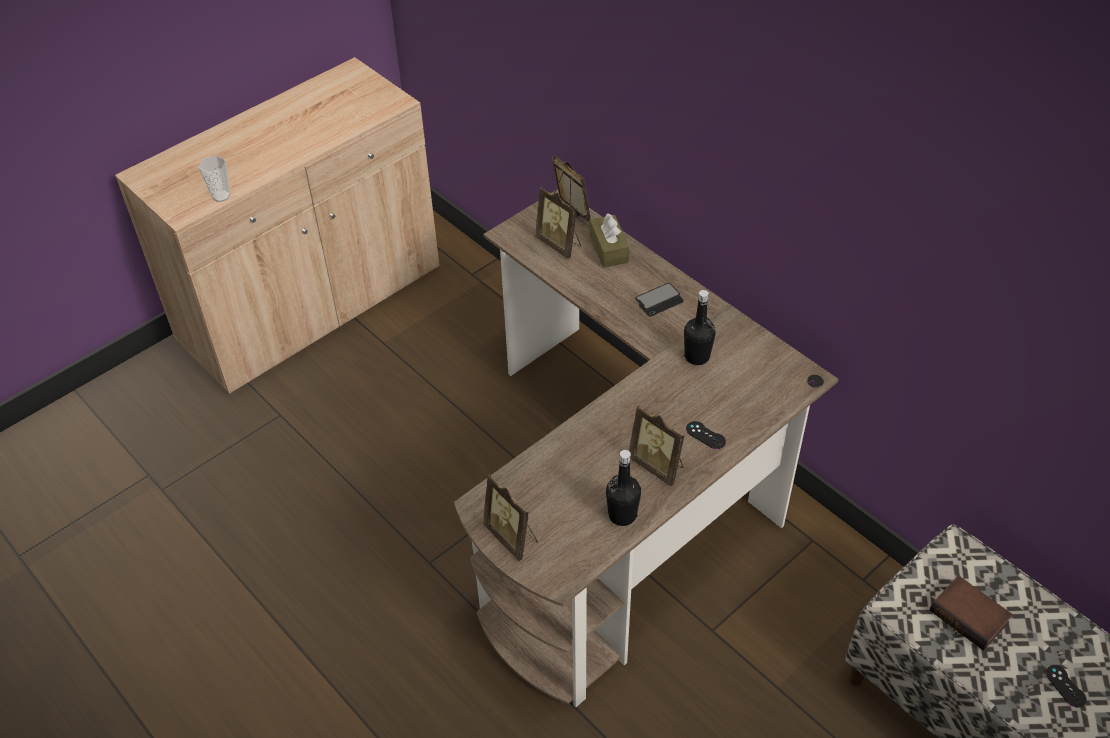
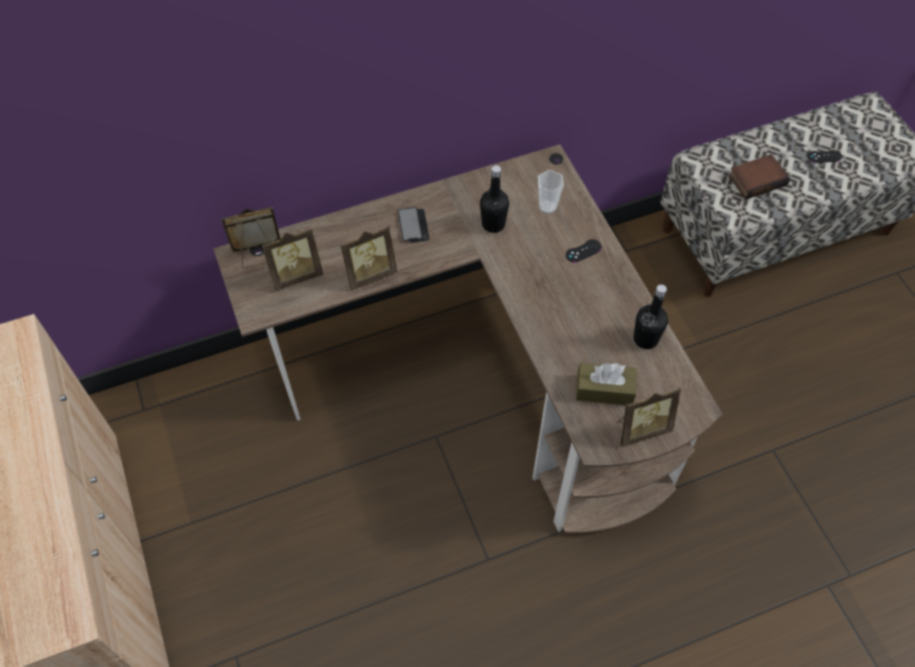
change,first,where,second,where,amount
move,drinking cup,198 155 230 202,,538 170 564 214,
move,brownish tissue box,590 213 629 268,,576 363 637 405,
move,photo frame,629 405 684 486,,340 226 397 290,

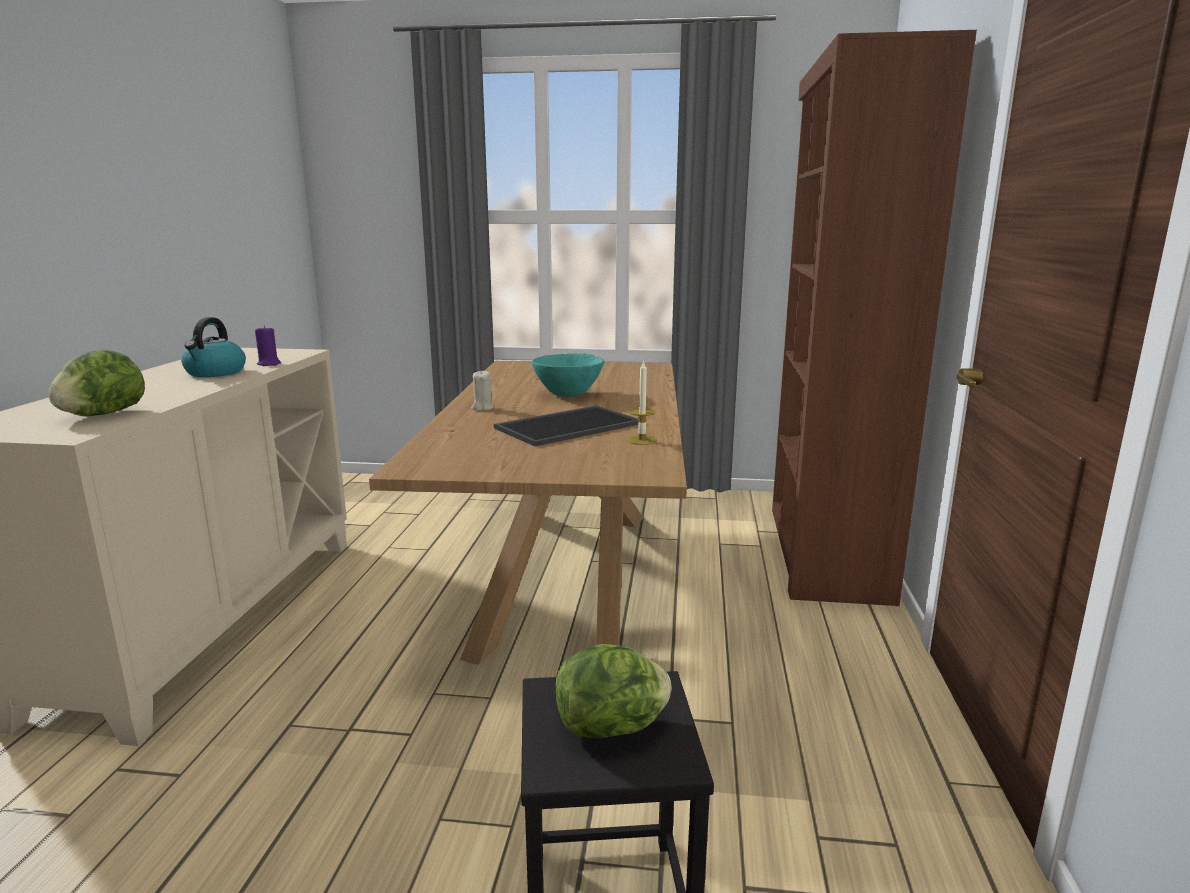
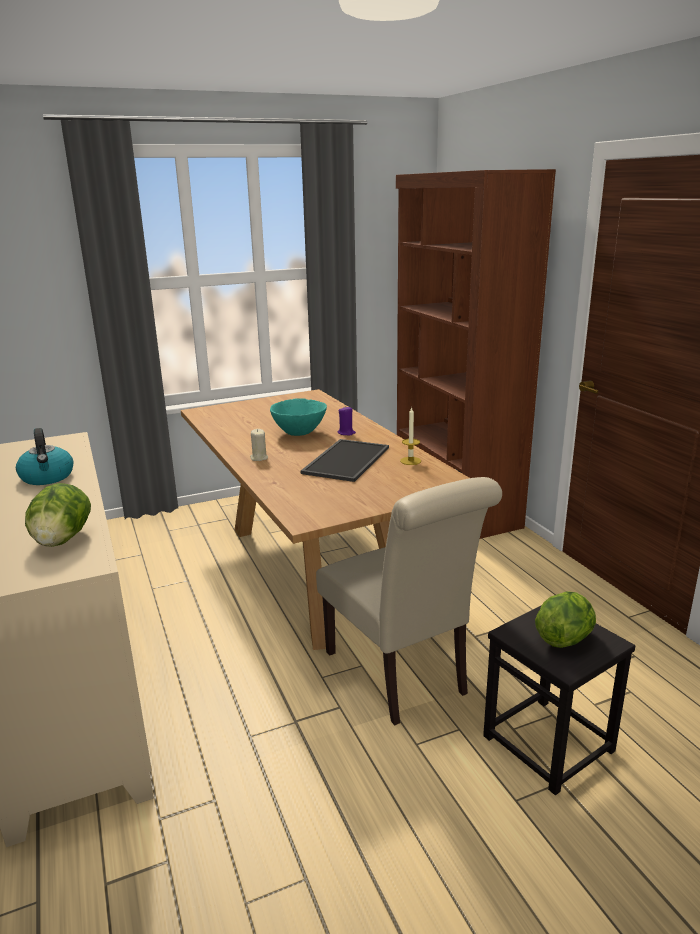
change,first,where,second,where,amount
move,purple wax light,255 325 281 366,,338 406 356 435,
insert,,,sand-coloured upright chair,316 477 502 726,

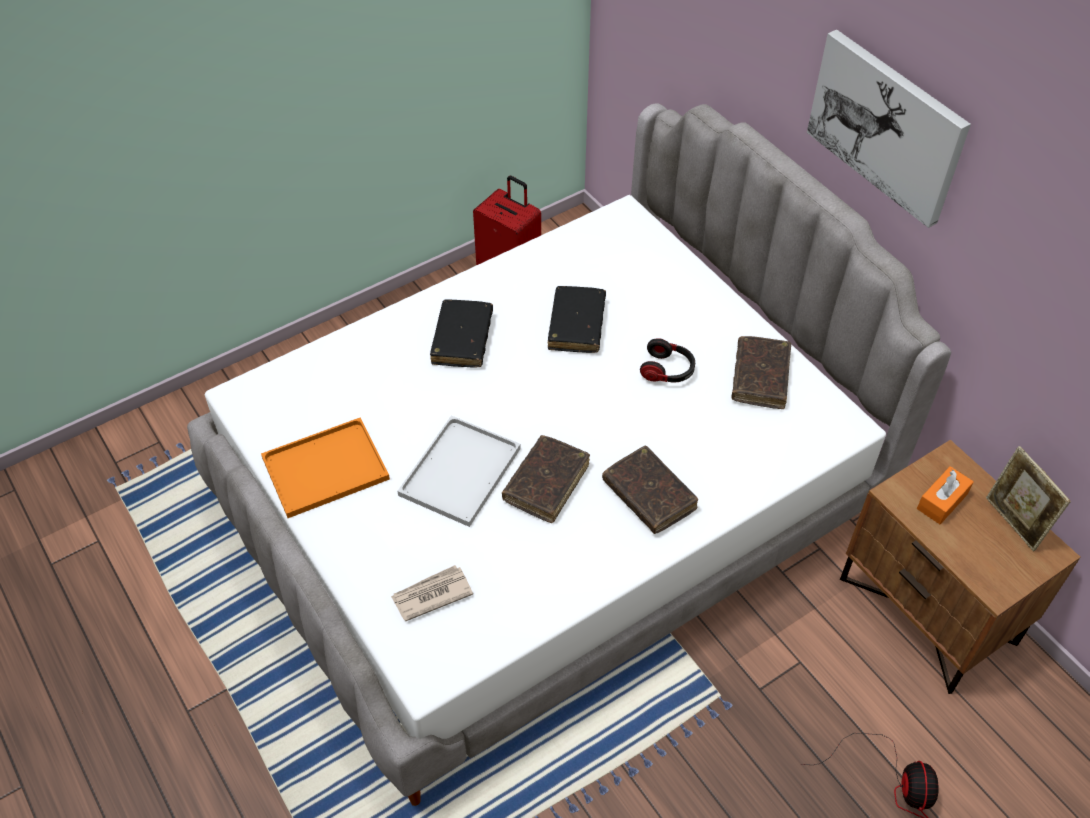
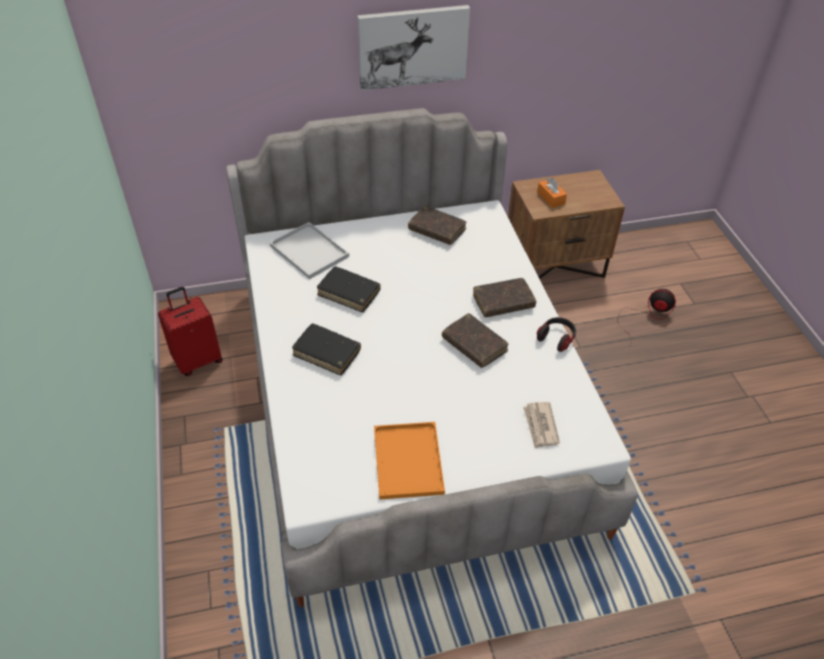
change,first,where,second,where,amount
move,headset,640 338 695 382,,537 317 576 352,
move,white tray,397 416 521 527,,269 222 349 279,
delete,photo frame,986 446 1071 552,,,

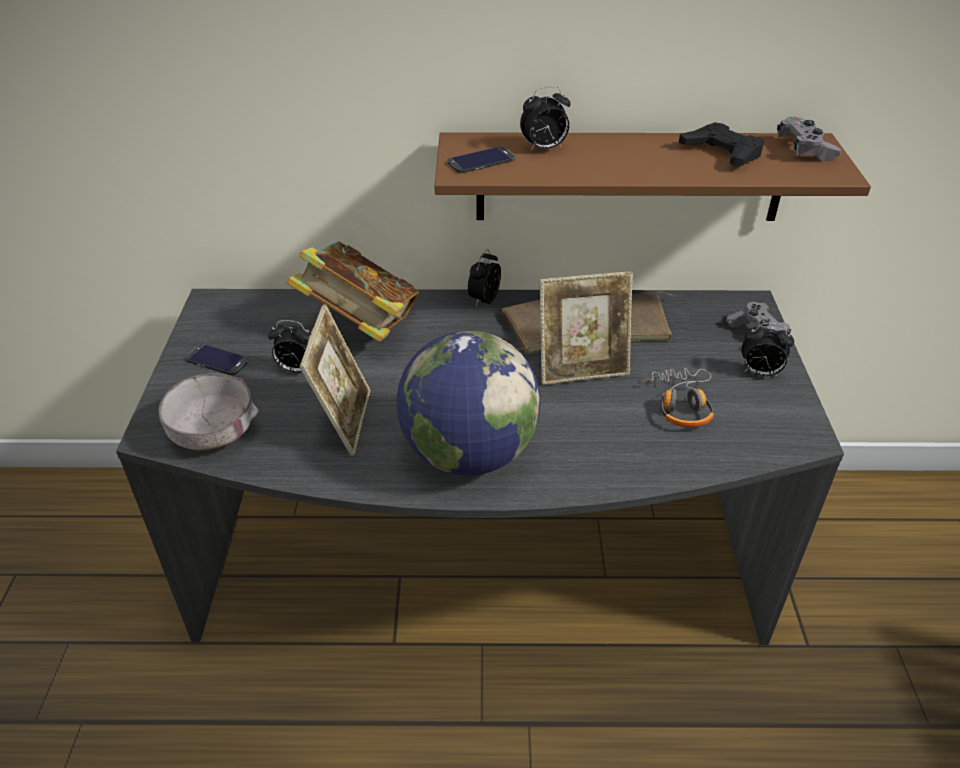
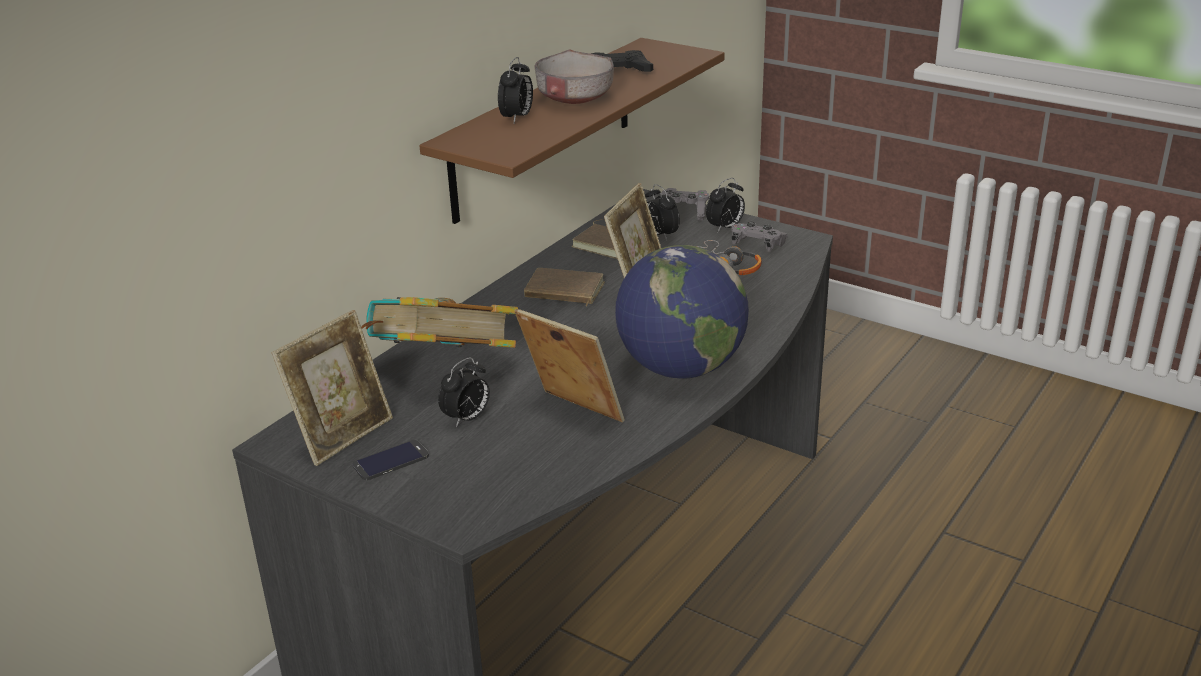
change,first,where,second,where,amount
move,grey gamepad,777 117 841 162,,731 221 788 251,
delete,handset,447 147 515 173,,,
move,bedside clock,468 249 501 307,,645 184 680 240,
move,grey deep dish,158 373 258 450,,535 50 614 104,
insert,,,photo frame,272 310 393 466,

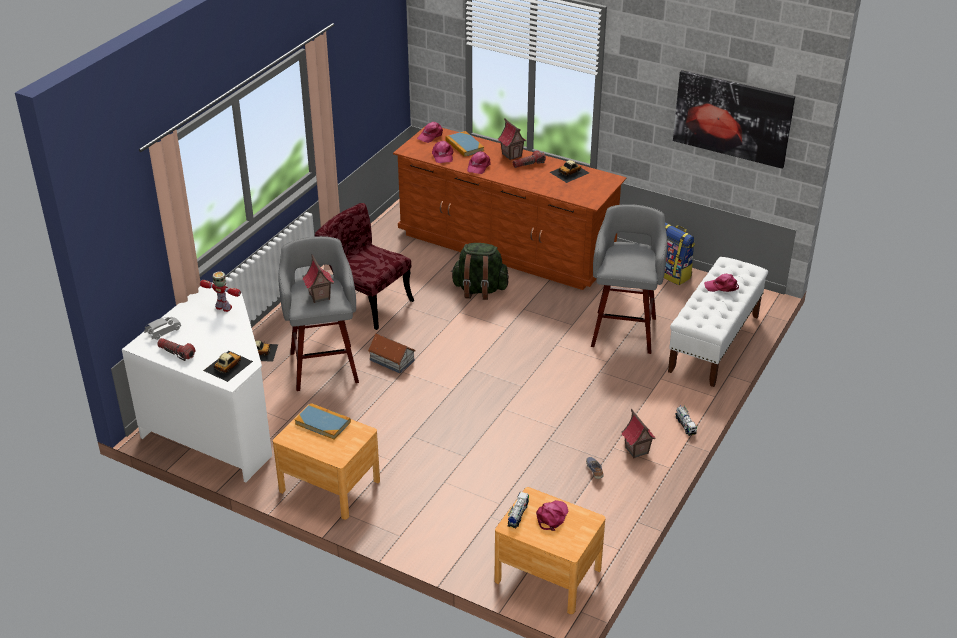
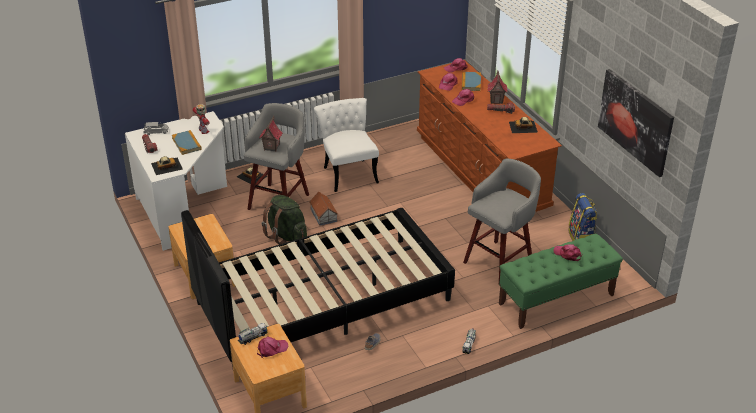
change,first,where,second,where,amount
recolor,red upright chair,315 203 414 330,white upright chair,314 98 379 192,
move,green rucksack,451 243 509 300,,262 195 307 244,
recolor,white indoor bench,668 257 768 387,green indoor bench,499 234 623 329,
move,volume,295 403 351 440,,172 130 202 155,
delete,toy house,622 409 656 458,,,
insert,,,black bedroom bed,181 208 455 368,

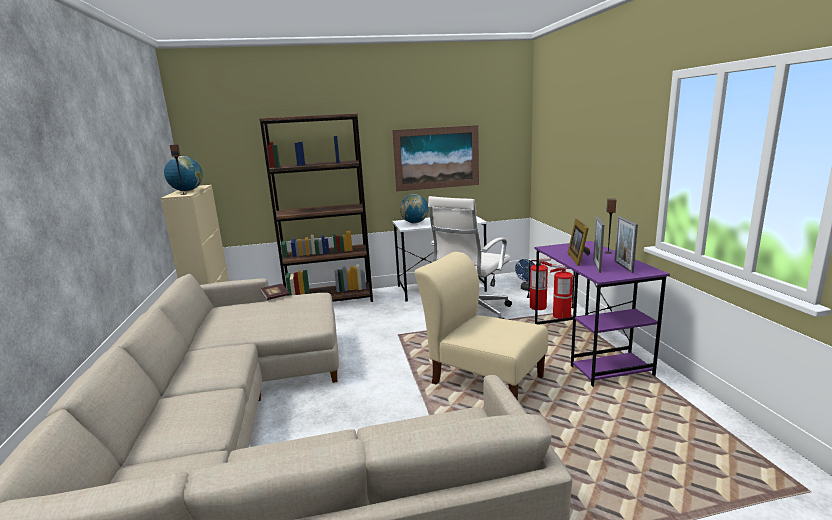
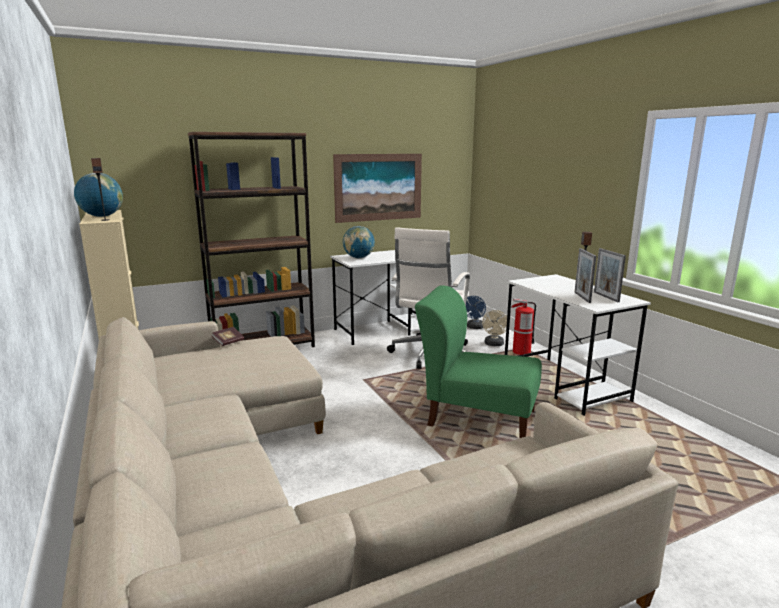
change,first,where,second,where,amount
delete,photo frame,567 218 590 266,,,
recolor,purple desk table,535 241 670 387,white desk table,505 274 651 416,
recolor,sand-coloured upright chair,414 252 548 400,green upright chair,415 285 542 438,
replace,fire extinguisher,527 258 552 310,sand-coloured electric fan,482 310 507 346,

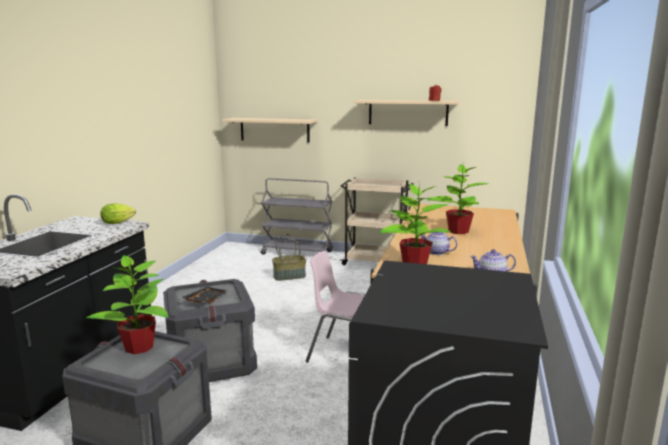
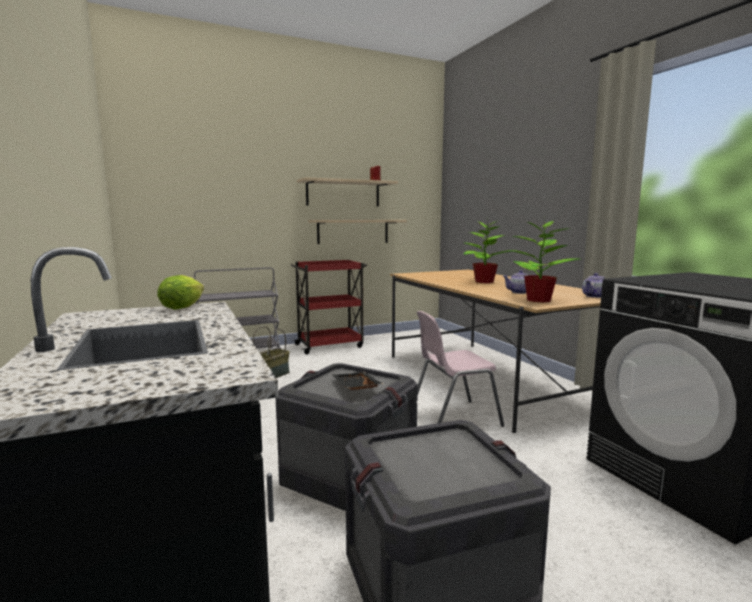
change,first,where,second,where,amount
move,sand-coloured wall shelf,222 118 317 143,,308 220 407 244,
recolor,sand-coloured wheeled cart,340 177 414 265,red wheeled cart,291 260 367 354,
delete,houseplant,86 255 168 354,,,

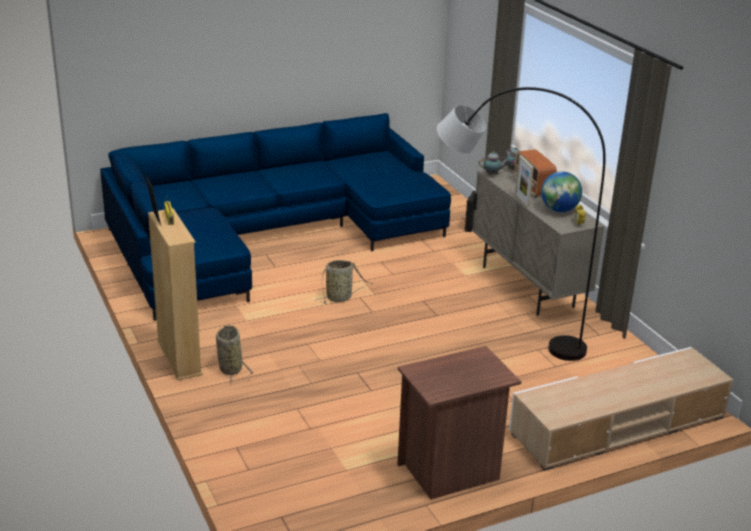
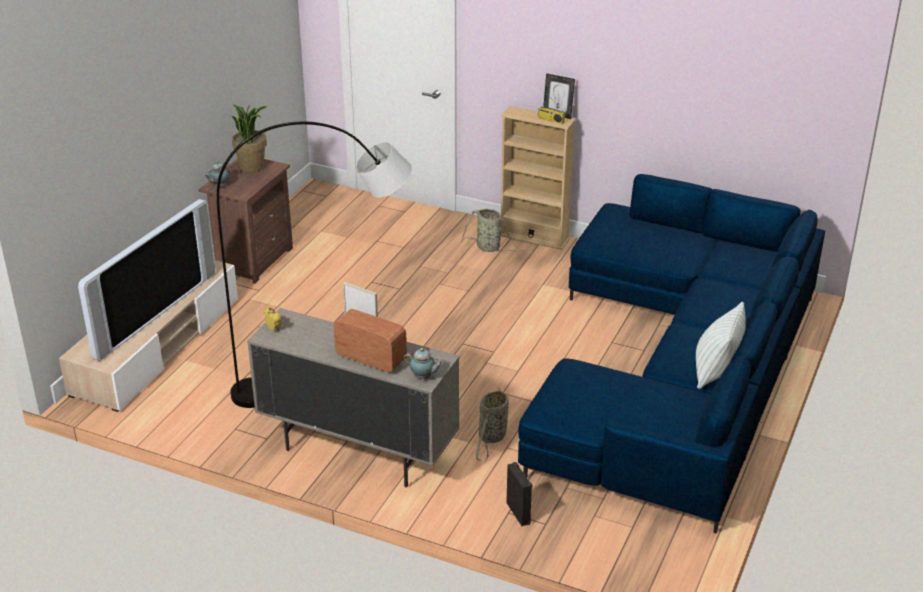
change,first,where,second,where,amount
move,pot for tea,479 151 508 175,,204 161 232 186,
delete,globe,541 171 582 212,,,
move,household basket,316 260 373 304,,476 387 509 461,
insert,,,houseplant,231 104 268 173,
insert,,,television,78 199 215 361,
insert,,,throw pillow,696 302 746 389,

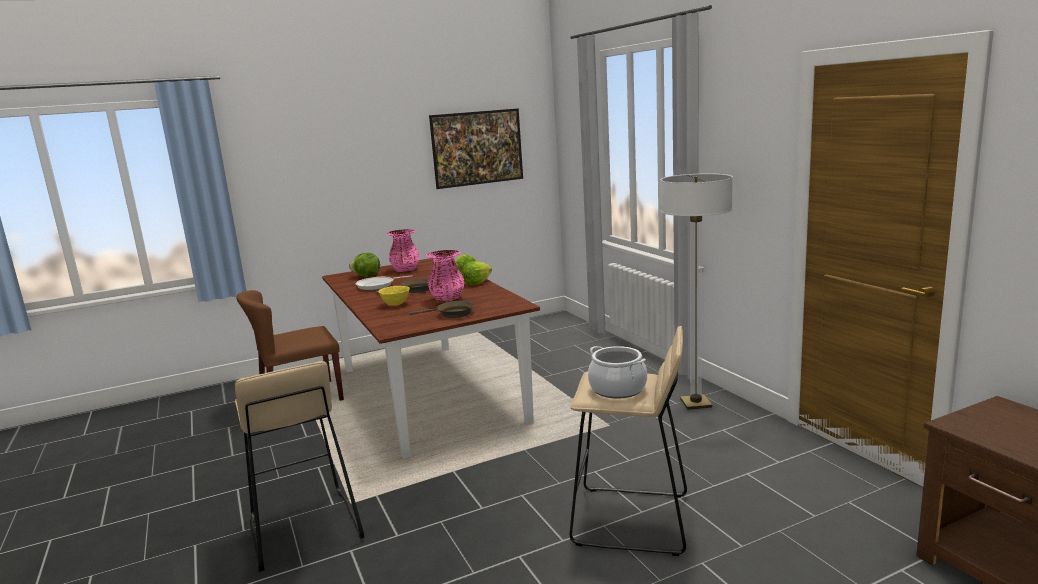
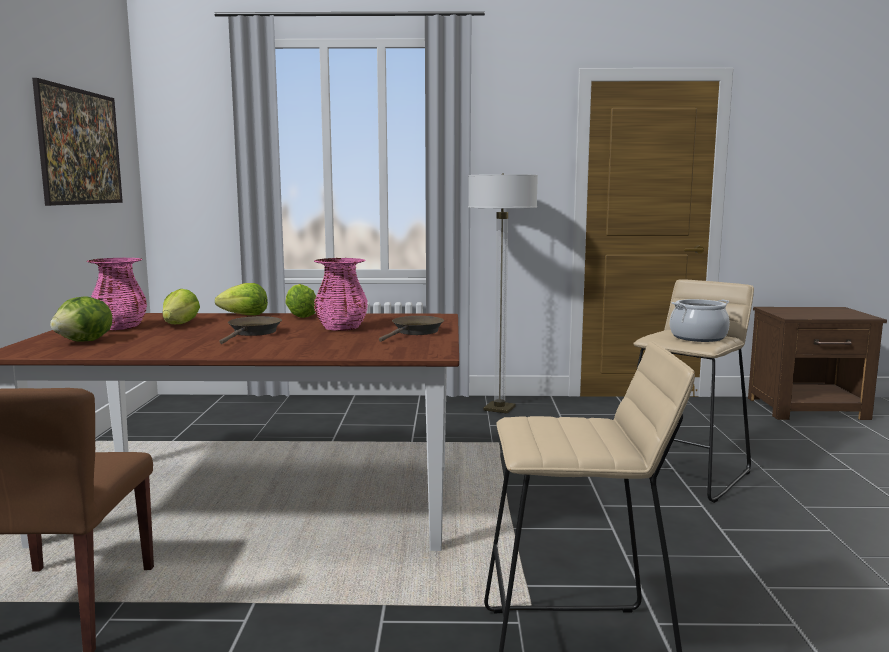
change,first,where,second,where,amount
delete,frying pan,355 275 412 290,,,
delete,yellow deep dish,378 286 410 306,,,
insert,,,lettuce head,163 289 200 324,

